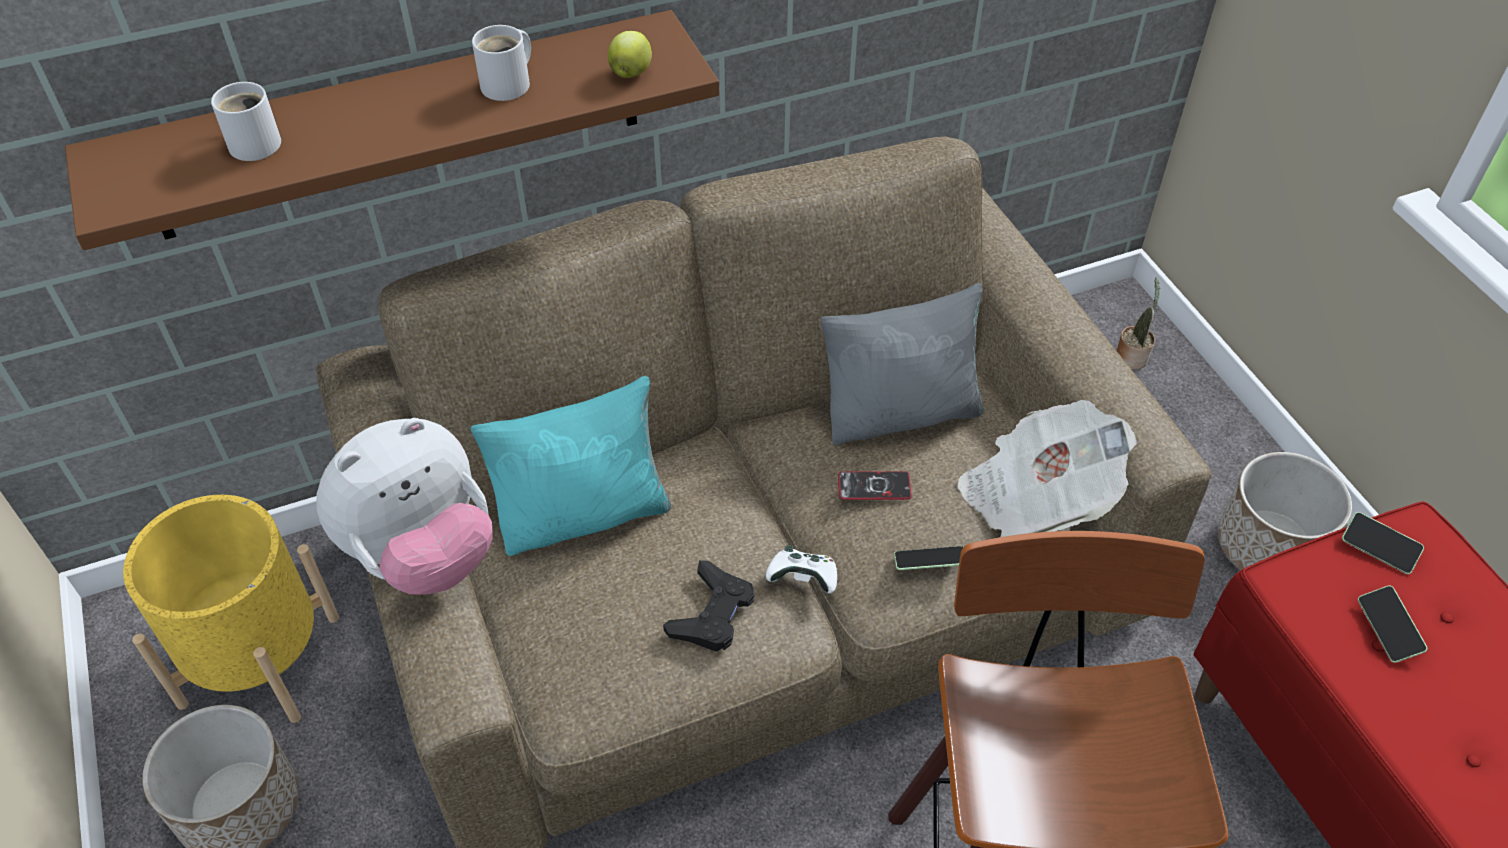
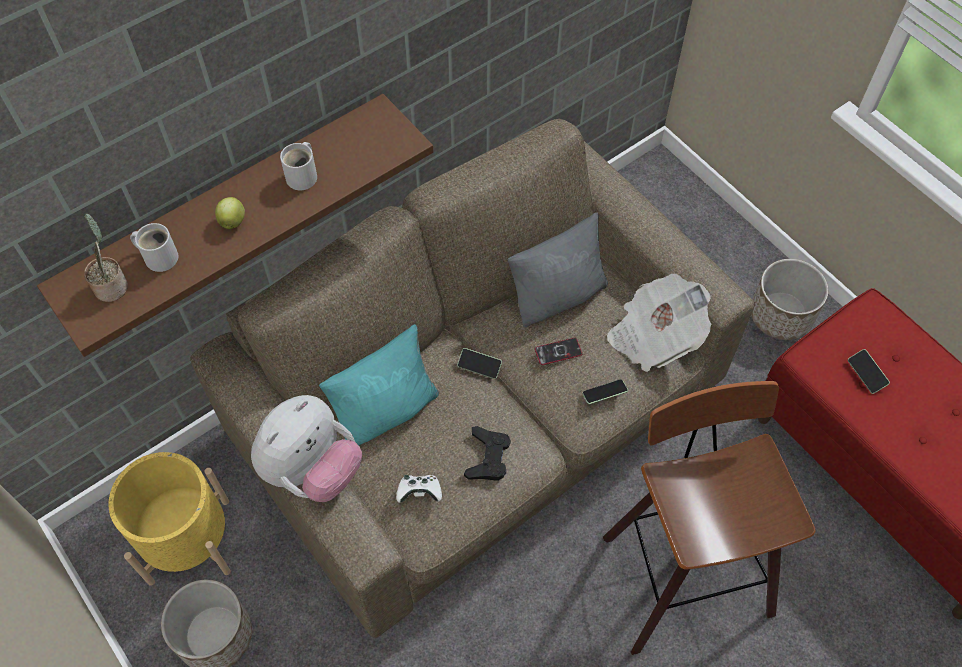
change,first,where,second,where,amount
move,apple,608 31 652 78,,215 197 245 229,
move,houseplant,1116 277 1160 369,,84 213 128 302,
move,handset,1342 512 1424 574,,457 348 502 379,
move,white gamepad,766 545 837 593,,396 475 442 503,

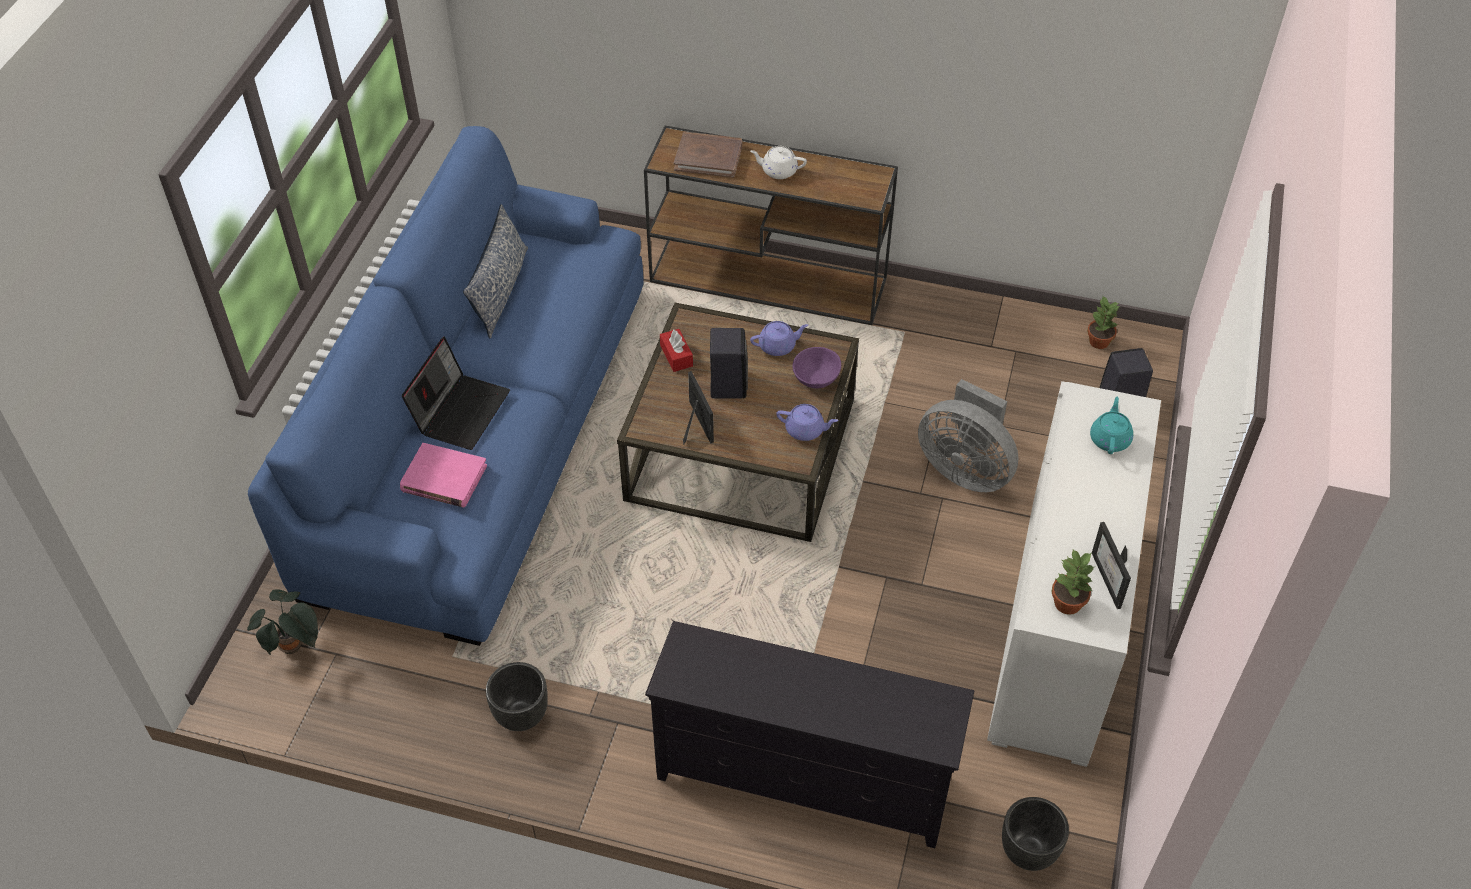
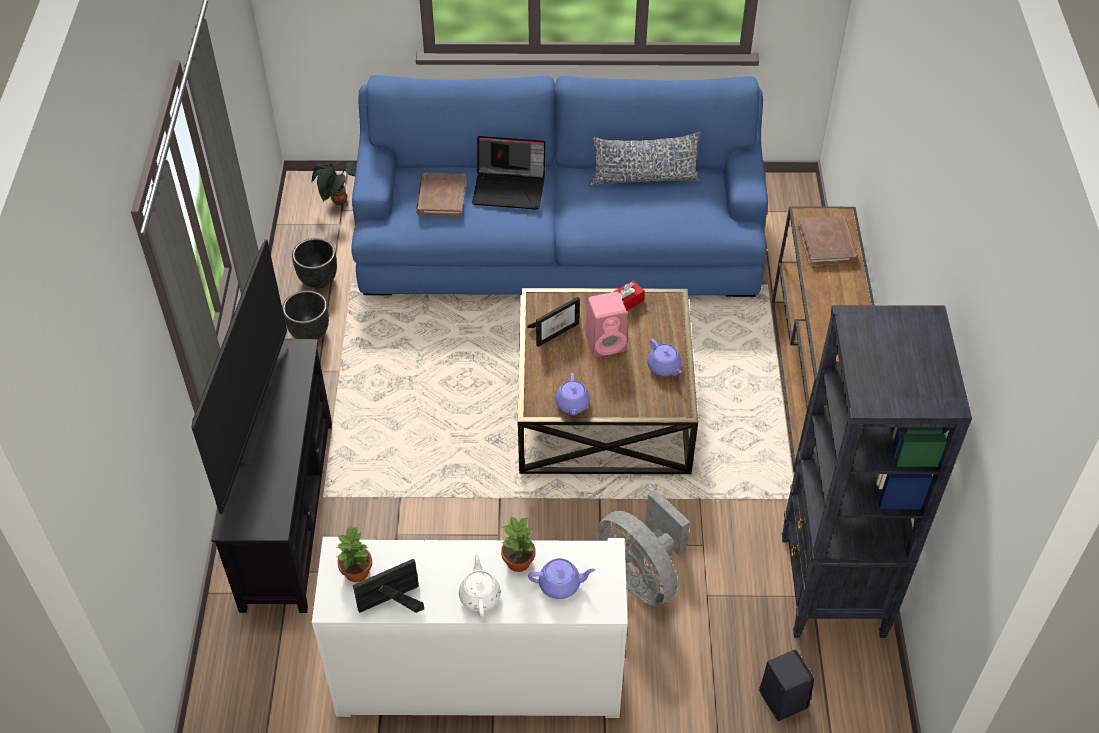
change,first,where,second,where,amount
move,white pot for tea,750 146 807 179,,459 553 501 616,
move,houseplant,1087 296 1120 349,,500 515 536 572,
recolor,black loudspeaker,710 328 748 398,pink loudspeaker,586 292 627 357,
delete,purple deep dish,792 347 841 388,,,
rotate,grey electric fan,918 379 1019 492,,597 489 690 606,60 degrees counterclockwise
recolor,blue-green pot for tea,1090 396 1133 454,purple pot for tea,528 558 595 599,
recolor,pink volume,400 443 487 508,brownish volume,416 173 466 217,
move,black planter,1002 797 1069 871,,292 238 337 289,
insert,,,television,191 239 287 514,
insert,,,black bookcase,782 305 972 638,

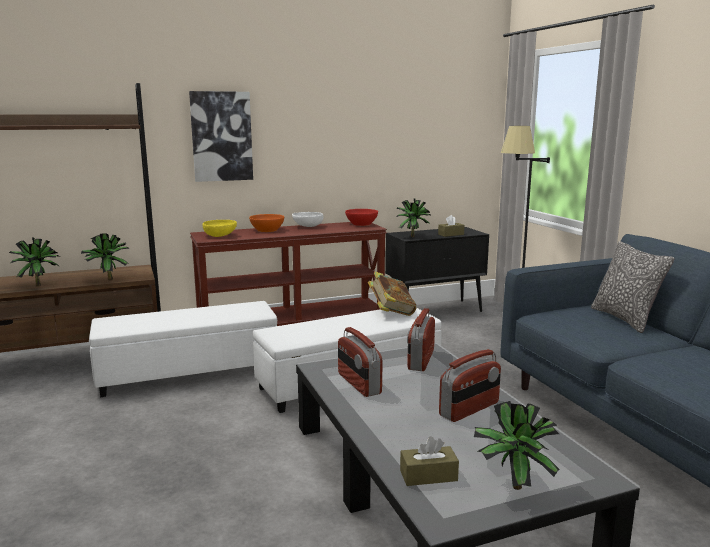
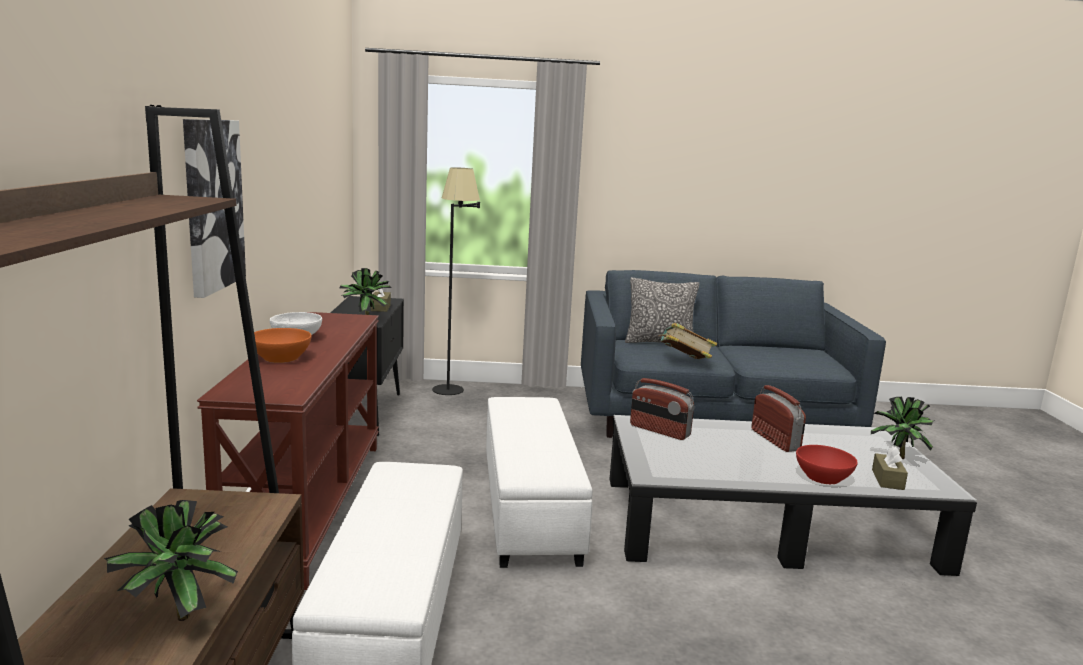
change,first,where,second,where,amount
move,red deep dish,345 209 378 226,,796 445 858 484,
delete,yellow deep dish,203 220 237 237,,,
delete,houseplant,81 233 130 280,,,
move,volume,368 271 416 316,,659 323 718 359,
delete,radio set,338 327 383 397,,,

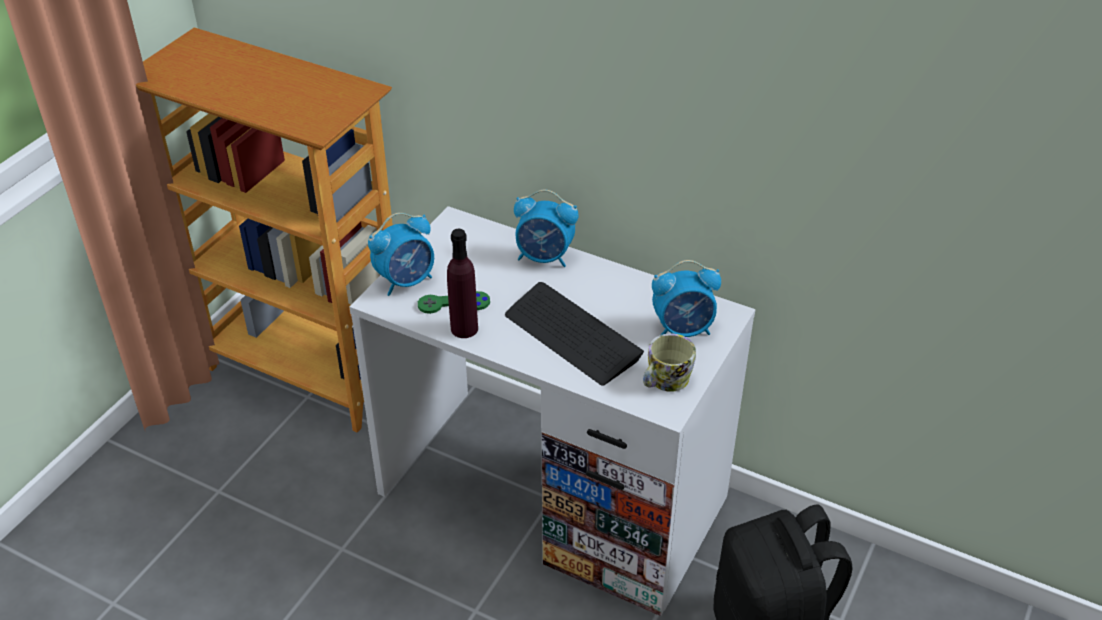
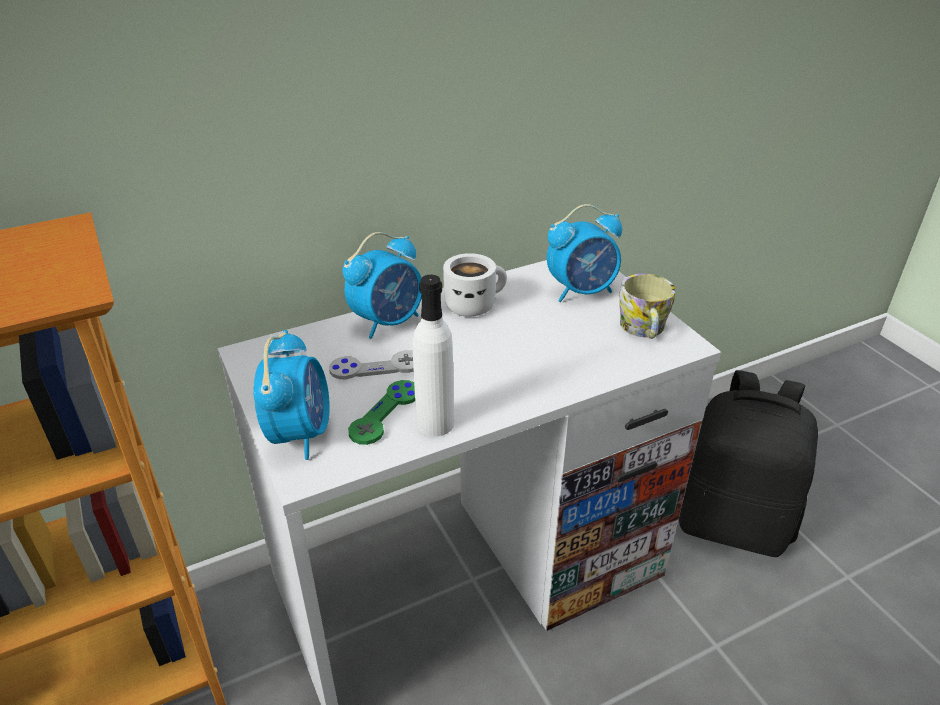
change,first,where,second,where,amount
recolor,purple beverage bottle,447 229 478 338,white beverage bottle,413 275 454 436,
rotate,bedside clock,652 260 721 337,,547 204 622 302,45 degrees clockwise
delete,keyboard,505 282 644 386,,,
insert,,,white tea mug,443 253 507 317,
insert,,,grey gamepad,329 350 414 379,

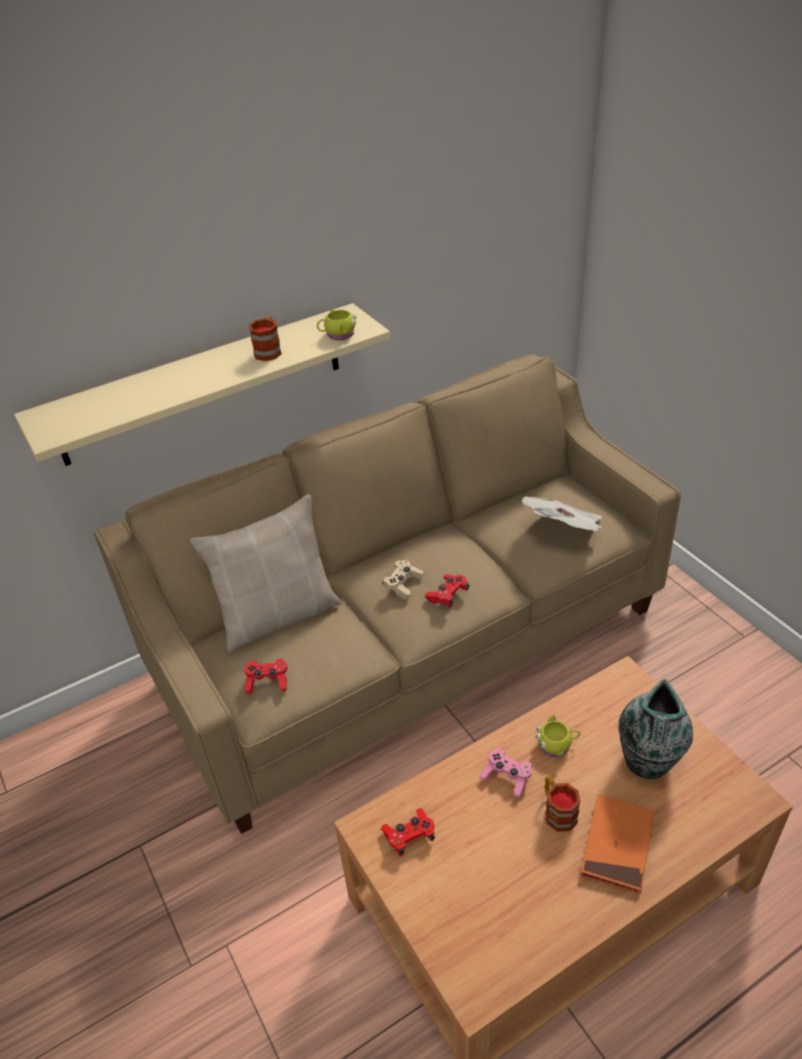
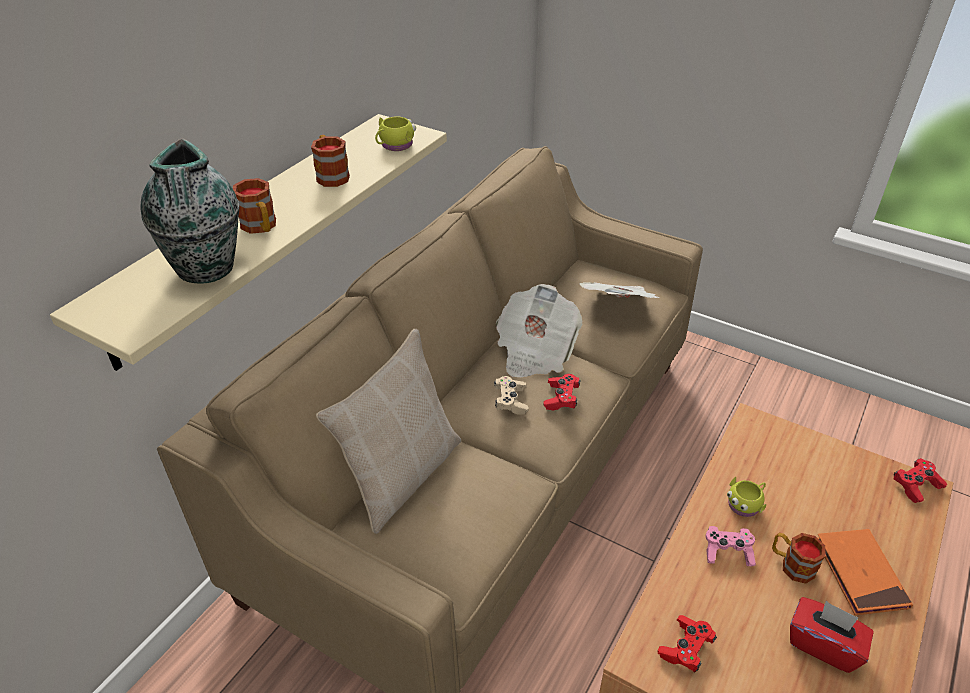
change,first,where,second,where,amount
move,red gamepad,244 659 287 694,,893 458 947 503,
move,vase,618 679 693 780,,140 138 239 283,
insert,,,tea mug,233 178 276 234,
insert,,,newspaper,495 284 582 377,
insert,,,red tissue box,790 597 874 673,

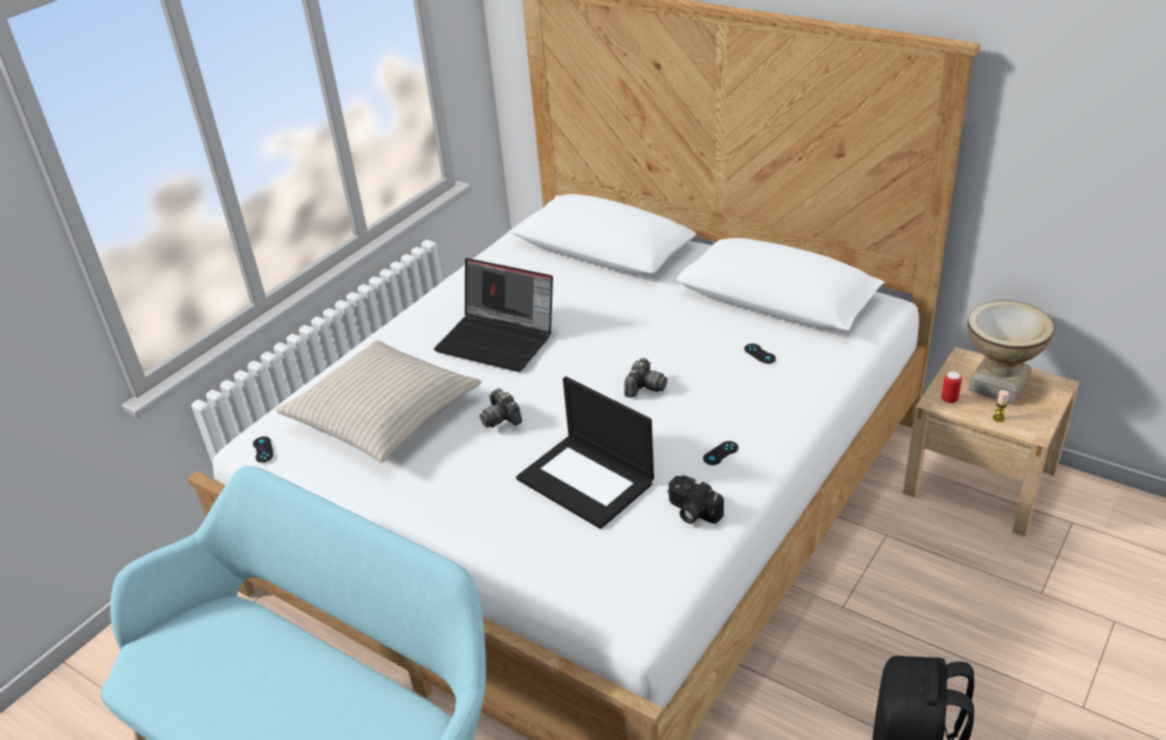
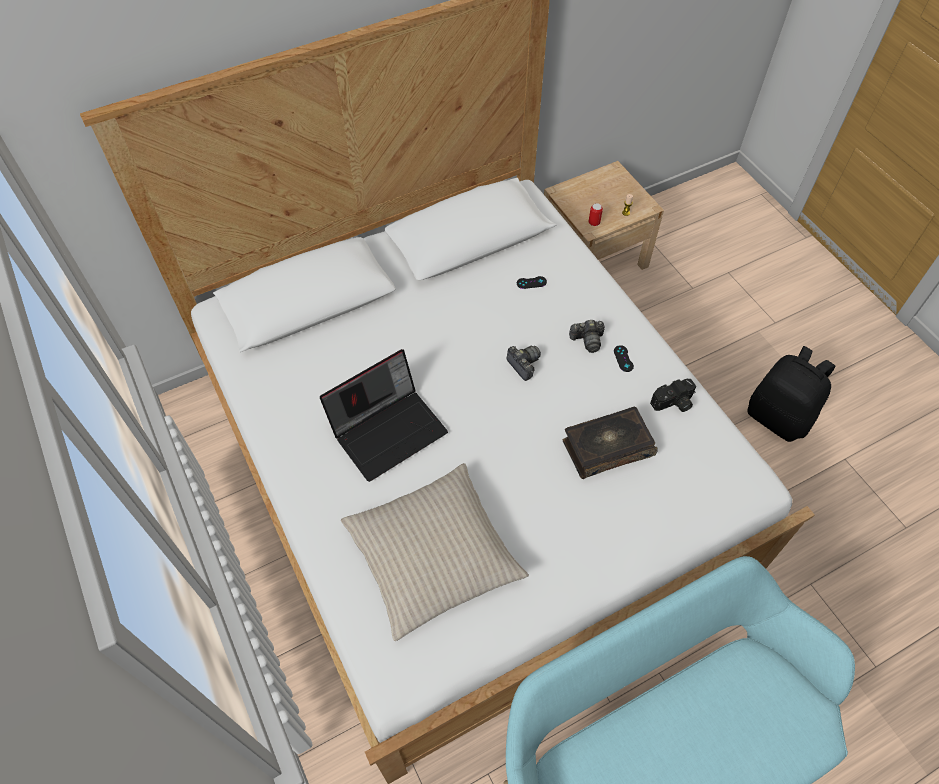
change,first,where,second,where,amount
delete,vase,967 300 1055 405,,,
replace,notebook computer,516 376 654 529,volume,563 406 658 479,
move,still camera,480 388 522 428,,569 320 605 353,
delete,black gamepad,253 436 274 463,,,

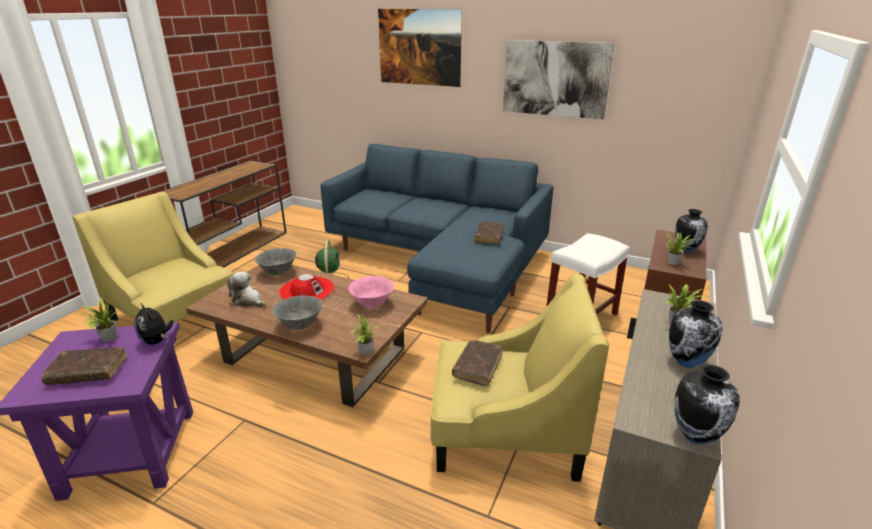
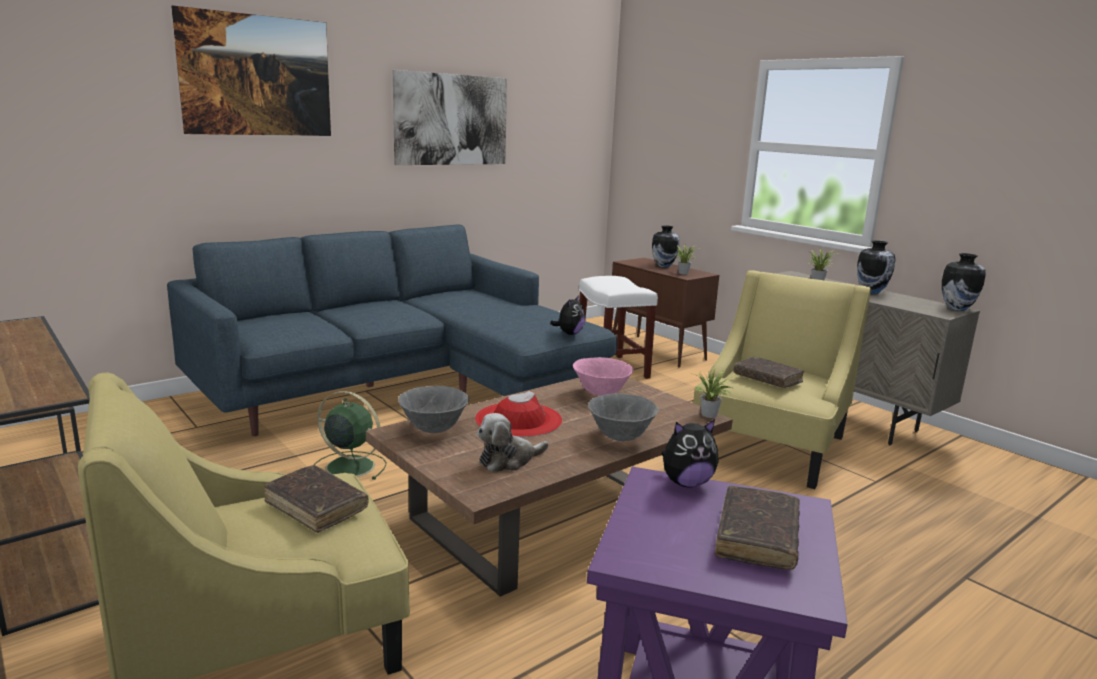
change,first,where,second,where,amount
move,brownish volume,474 222 504 244,,264 465 368 533,
delete,houseplant,77 297 119 342,,,
insert,,,cuddly toy,550 295 585 335,

